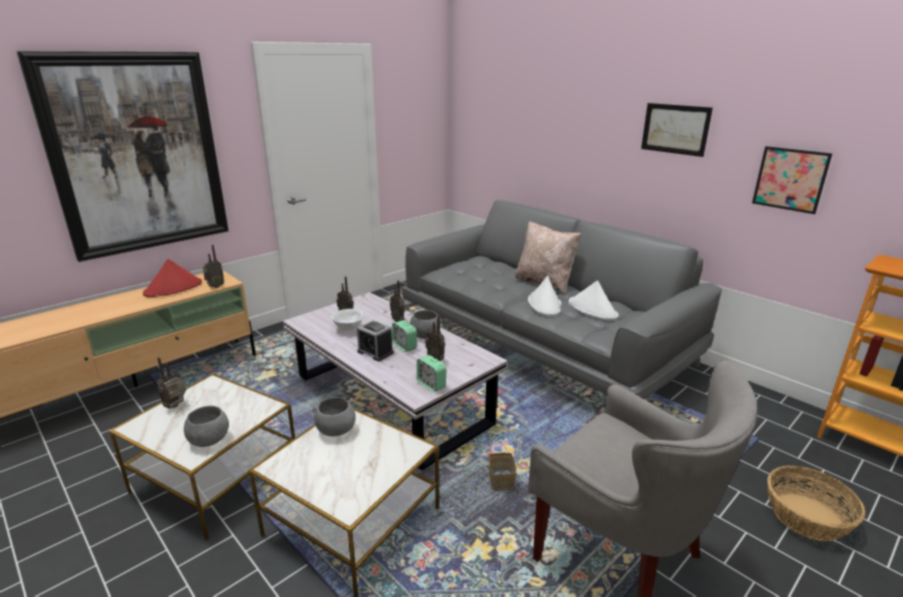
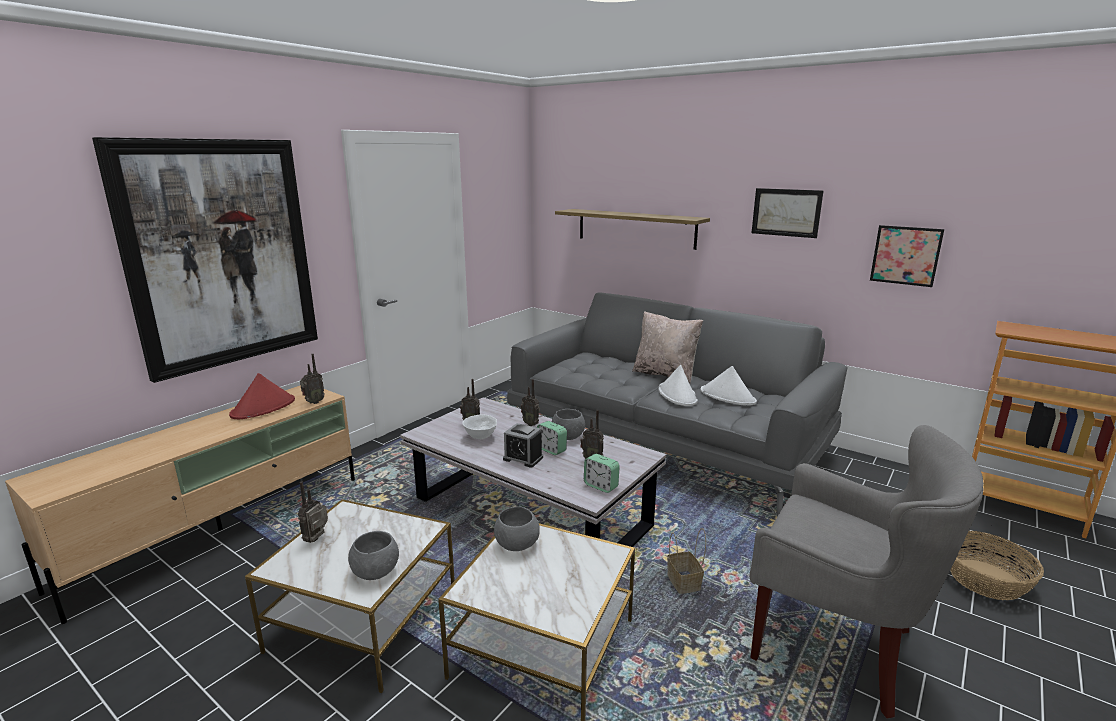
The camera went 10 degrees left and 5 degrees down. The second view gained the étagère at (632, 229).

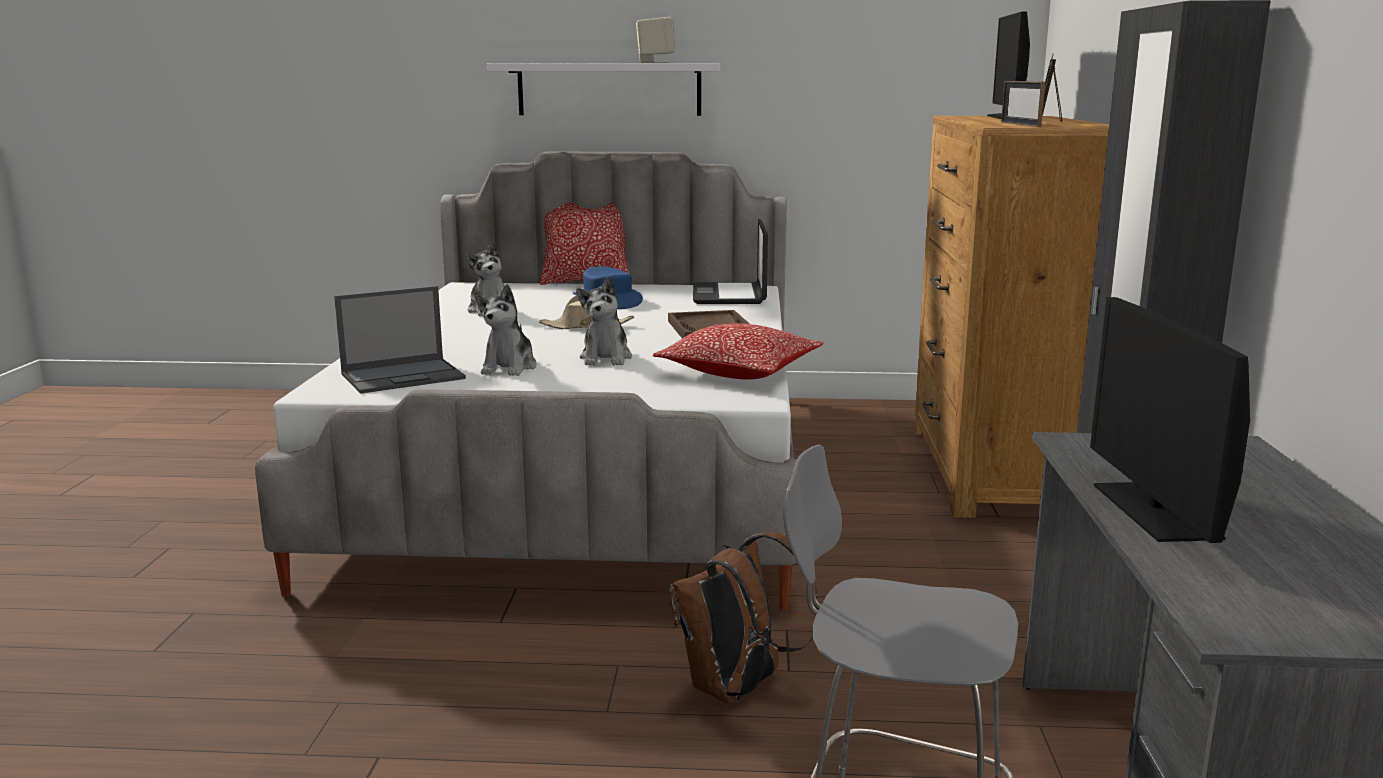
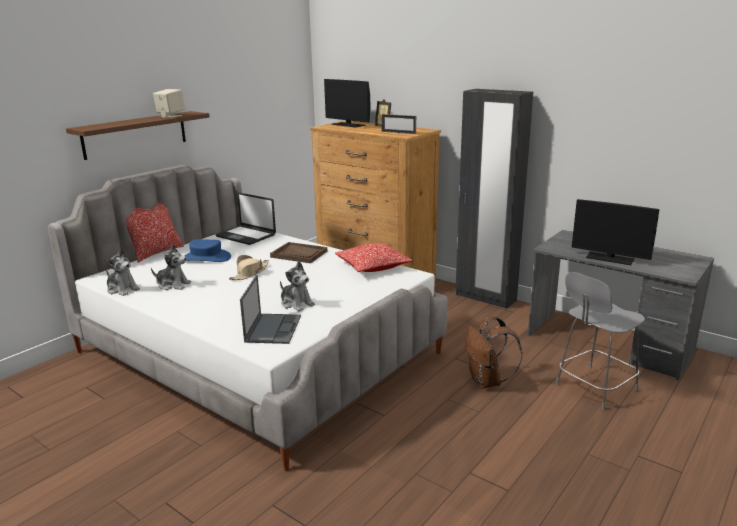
The camera went 55 degrees left and 5 degrees up. The peluche ended up elsewhere, having gone from (604, 321) to (123, 272). What was the étagère (blanc) at (603, 89) turned into the étagère (marron) at (138, 135).

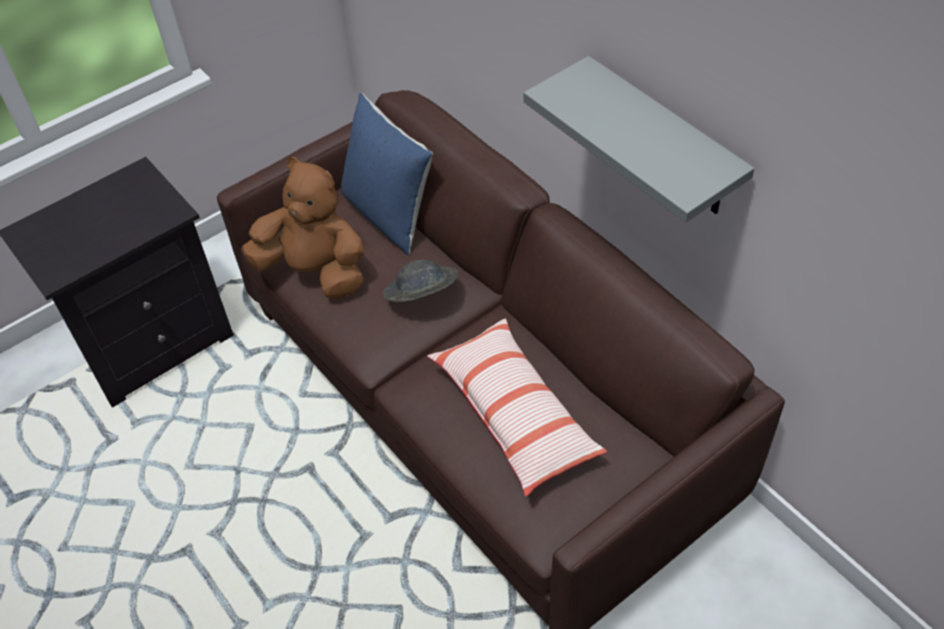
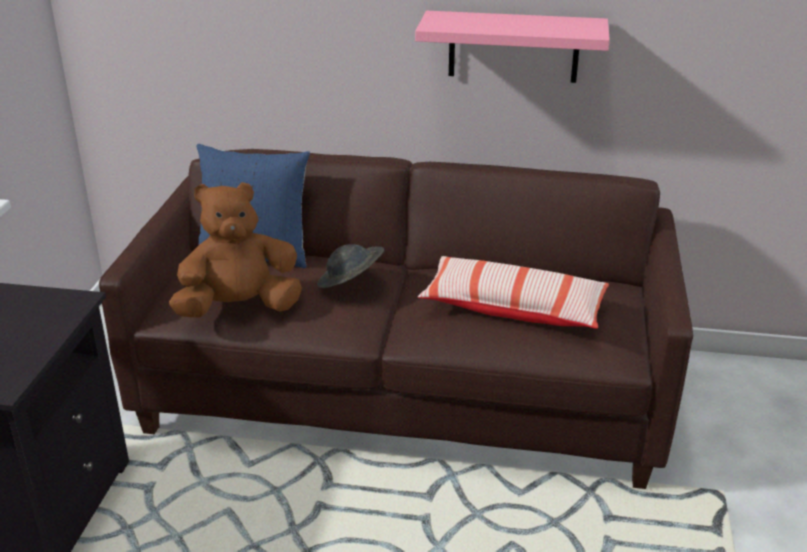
The camera went 45 degrees left and 20 degrees down. What was the étagère (gris) at (639, 139) turned into the étagère (rose) at (512, 47).

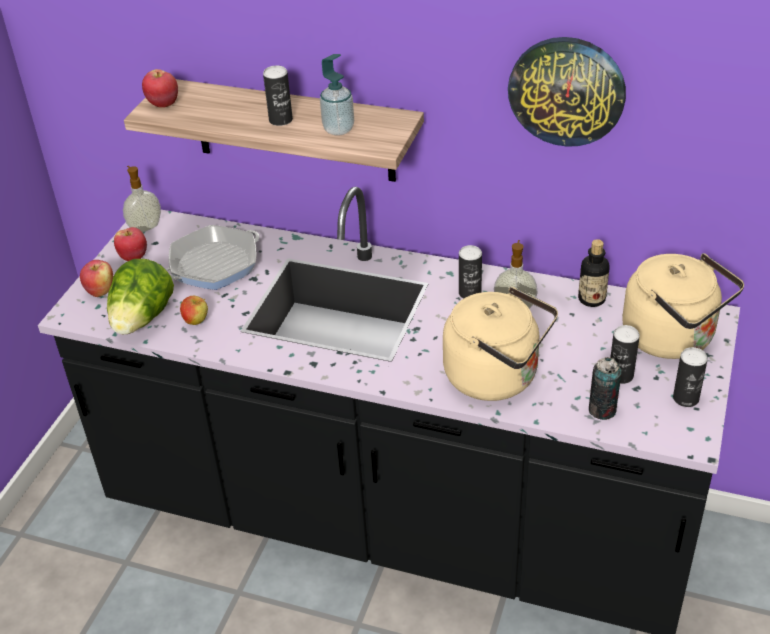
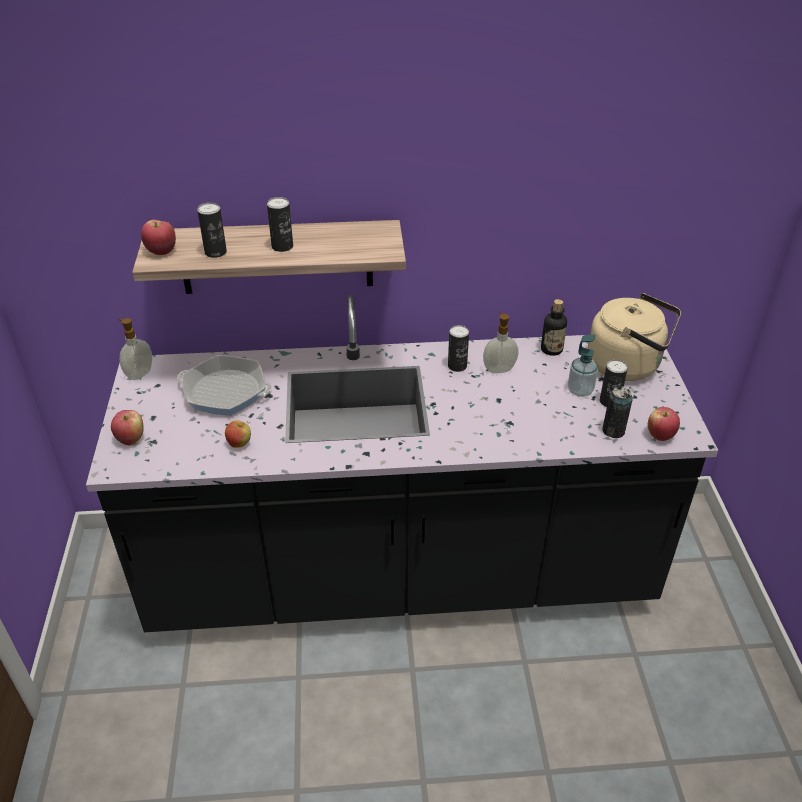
The camera went 25 degrees left and 0 degrees up. The second view lost the laitue at (140, 296). The second view lost the bouilloire (beige) at (500, 344). The second view lost the horloge murale at (567, 92). The pomme ended up elsewhere, having gone from (130, 244) to (664, 424). The distributeur de savon ended up elsewhere, having gone from (337, 95) to (583, 366). The boîte métallique ended up elsewhere, having gone from (690, 377) to (212, 230). The poêle at (213, 257) ended up facing another way, 105 degrees counterclockwise from before.

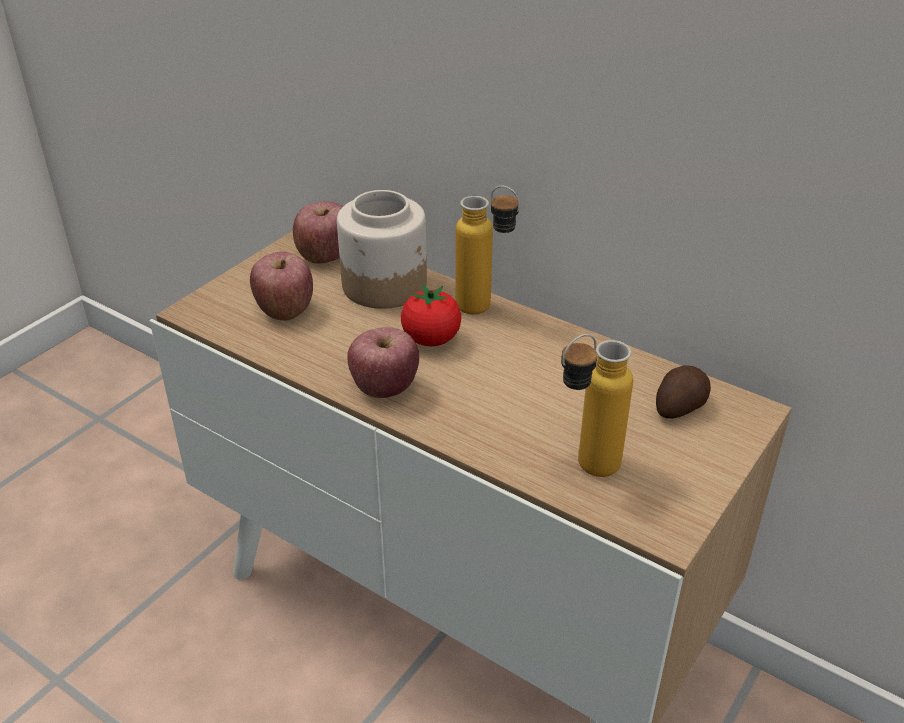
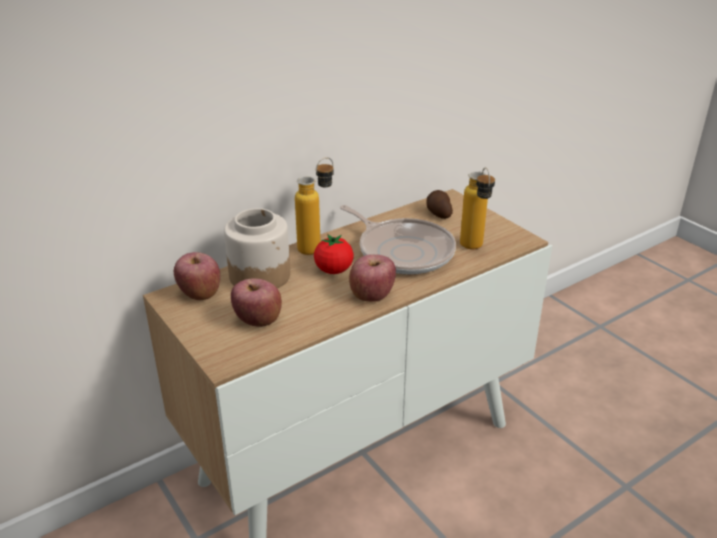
The camera went 70 degrees left and 5 degrees down. The second view gained the poêle at (398, 239).

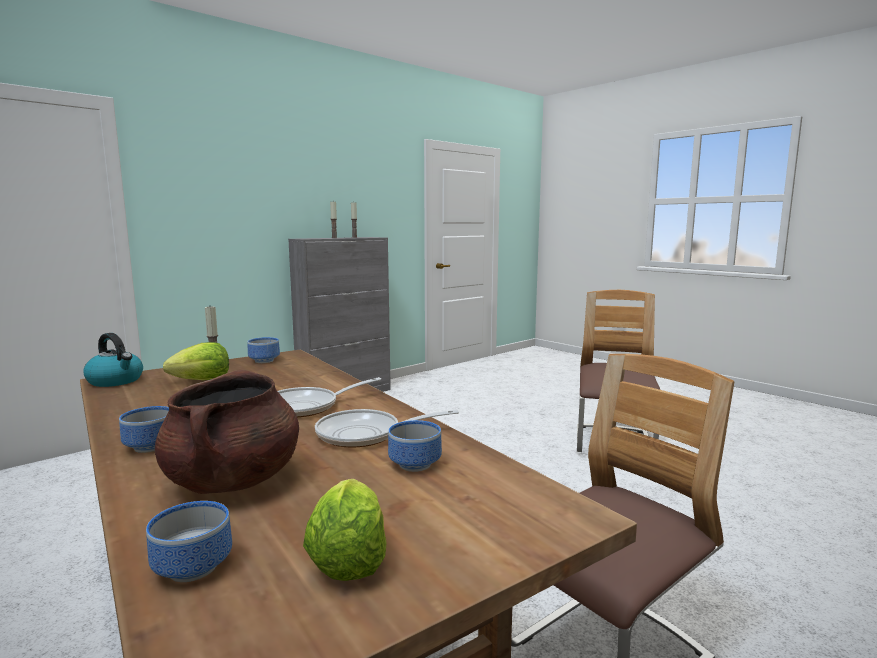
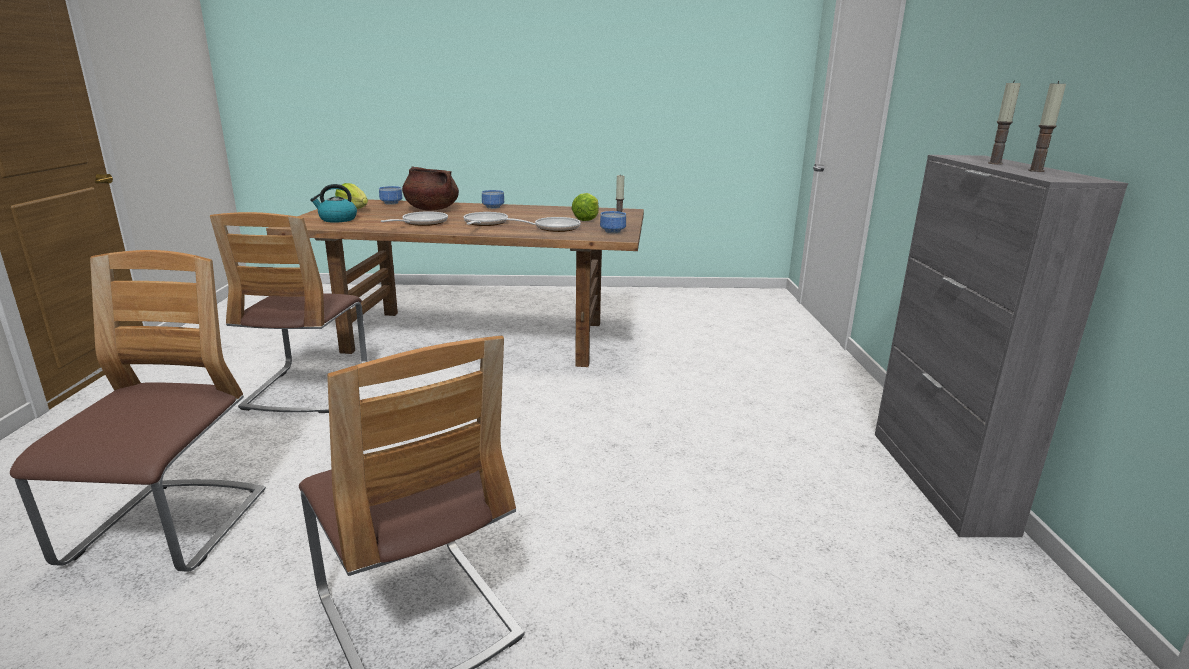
The camera went 130 degrees right and 10 degrees up. The second view lost the bol at (415, 446). The second view gained the chaise at (138, 411). The second view gained the poêle at (541, 224). The bouilloire ended up elsewhere, having gone from (113, 360) to (333, 203).

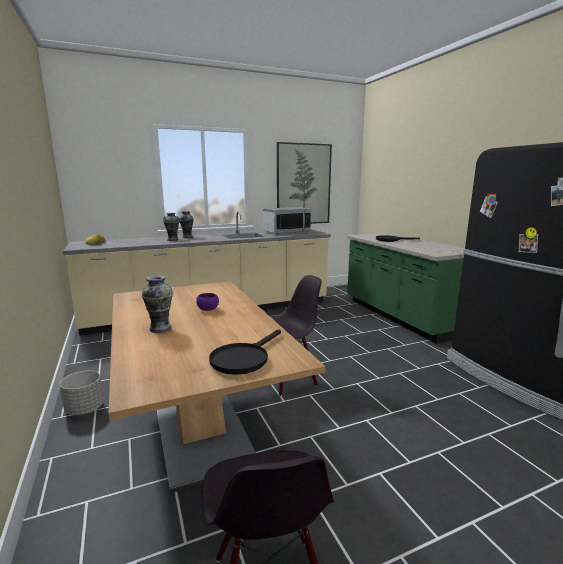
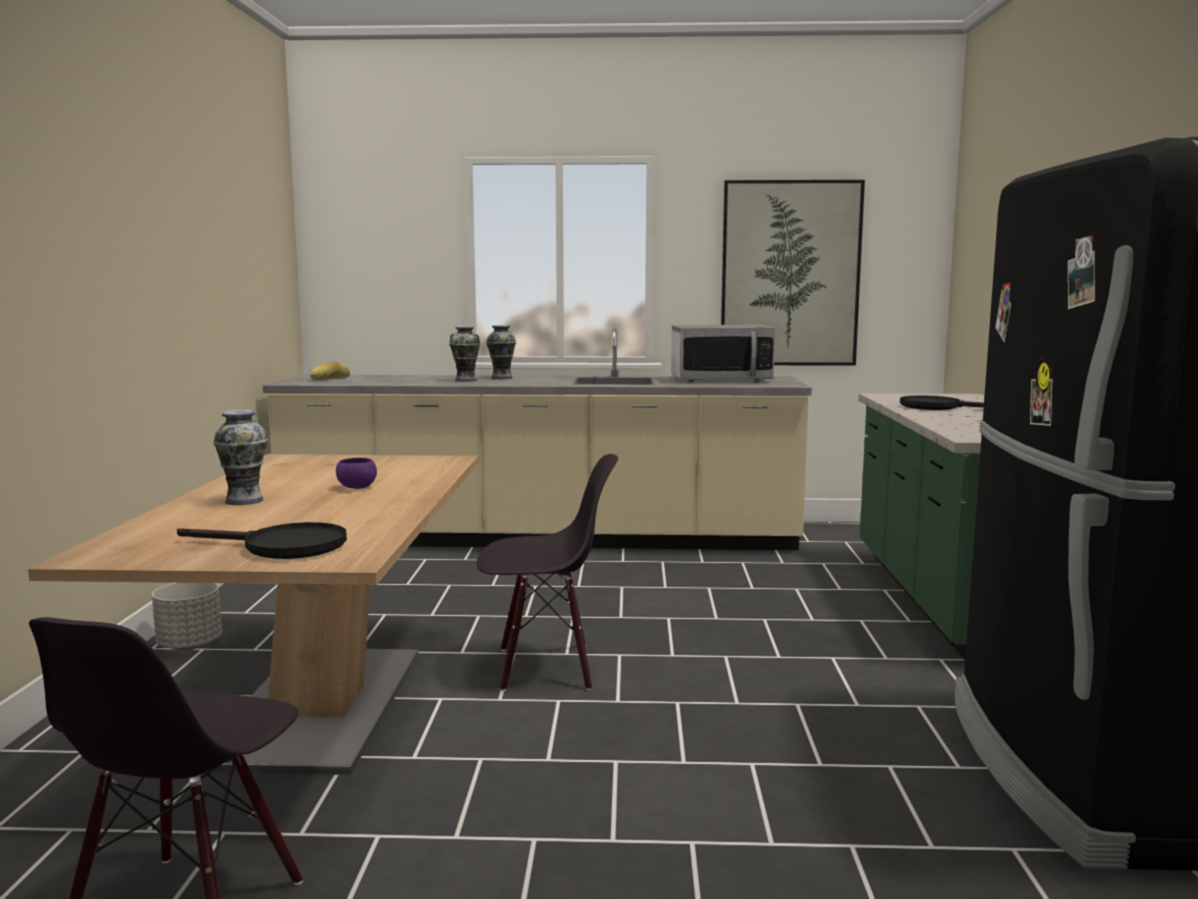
The camera went 25 degrees right and 5 degrees down. The poêle (noir) at (245, 352) ended up facing another way, 135 degrees counterclockwise from before.

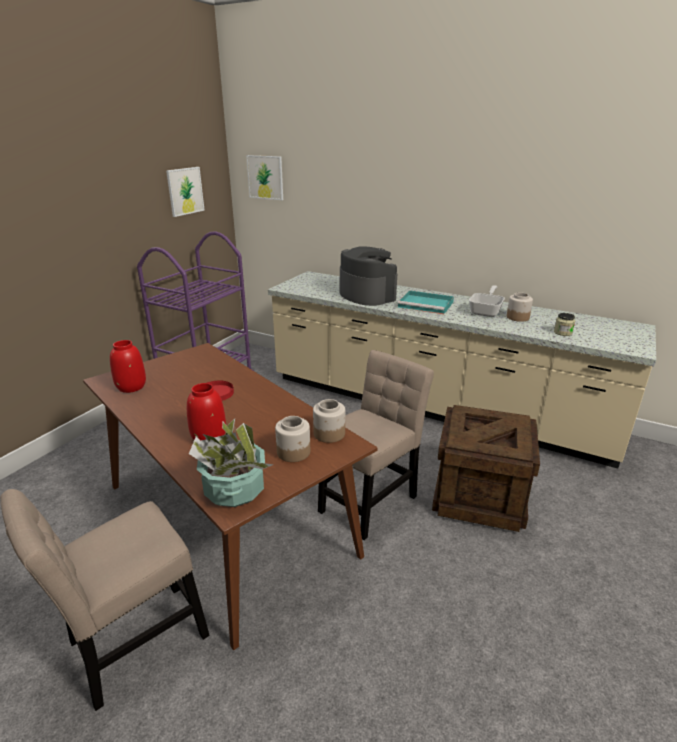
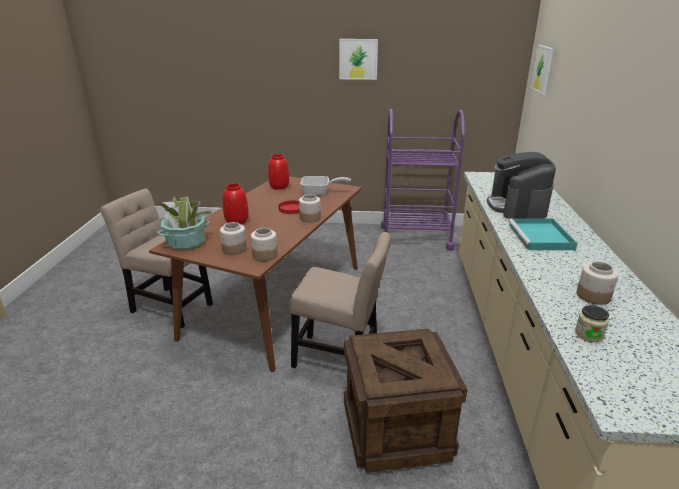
The camera went 65 degrees right and 0 degrees up. The second view gained the bocal at (310, 208). The tableau ended up elsewhere, having gone from (185, 192) to (358, 59). The poêle ended up elsewhere, having gone from (487, 301) to (325, 186). The machine à café at (368, 276) ended up facing another way, 150 degrees clockwise from before.

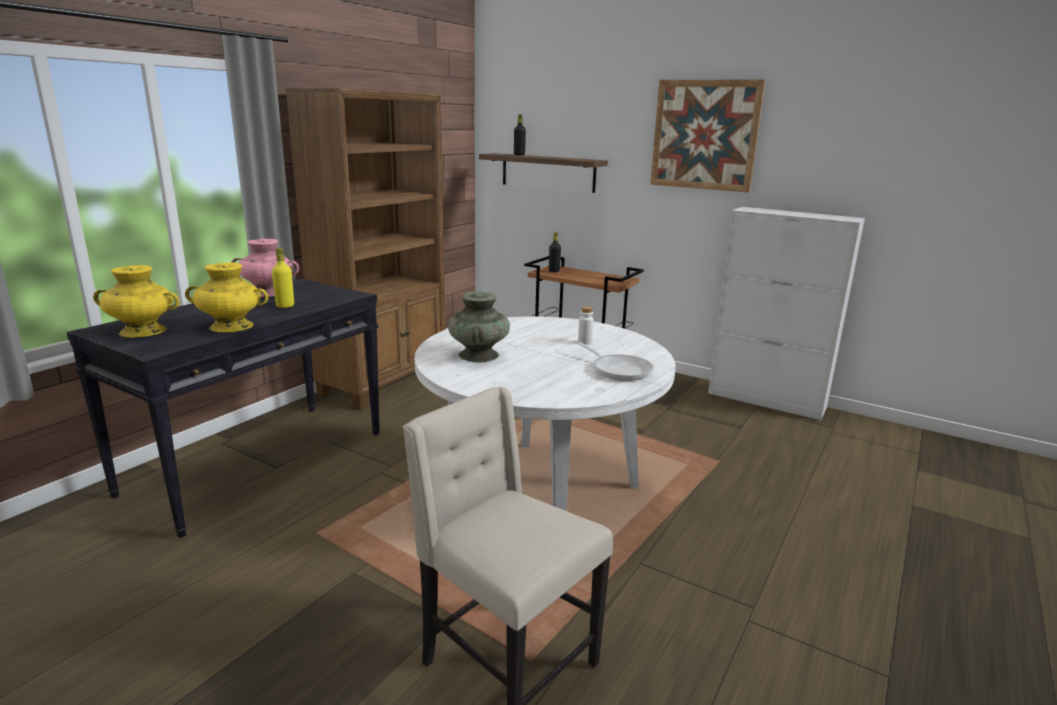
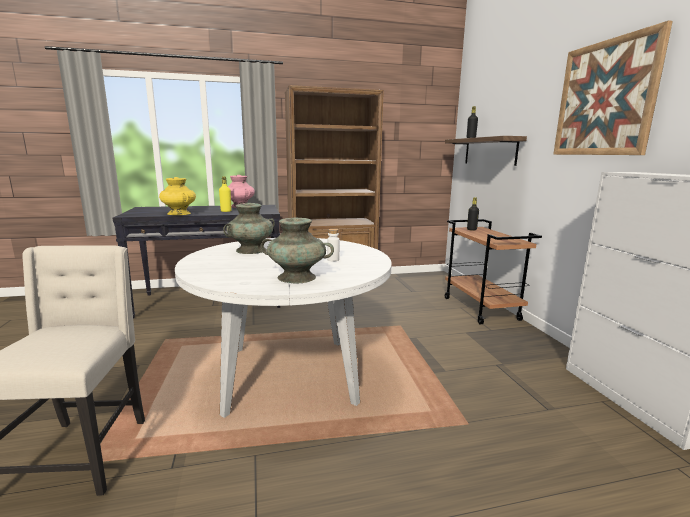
The camera went 45 degrees right and 5 degrees down. The second view lost the vase (jaune) at (136, 301). Where the poêle stood at (613, 360), the vase (turquoise) came to stand at (297, 250).

